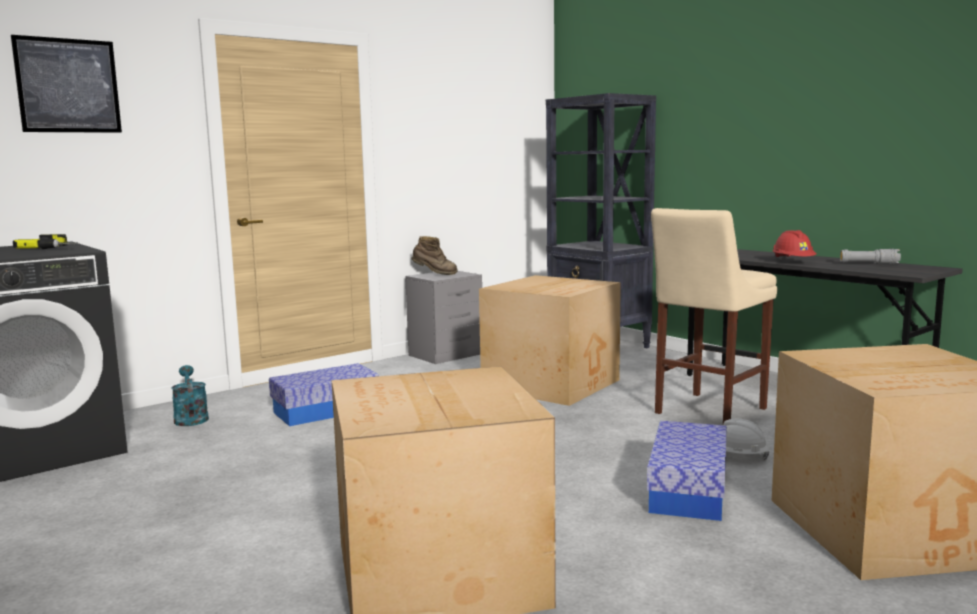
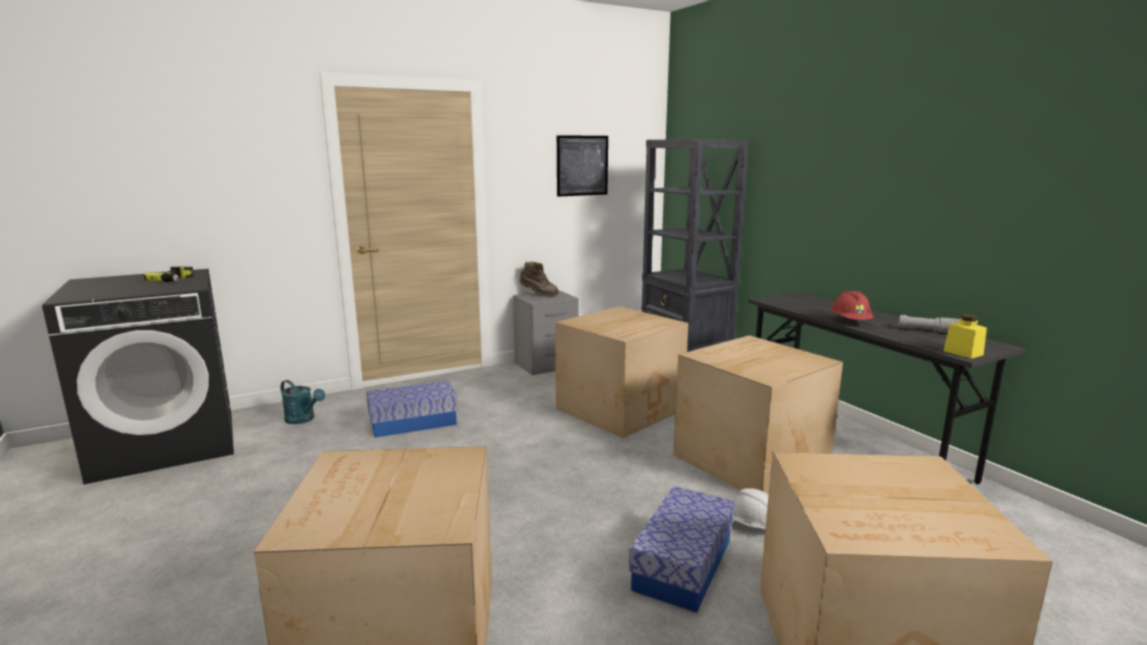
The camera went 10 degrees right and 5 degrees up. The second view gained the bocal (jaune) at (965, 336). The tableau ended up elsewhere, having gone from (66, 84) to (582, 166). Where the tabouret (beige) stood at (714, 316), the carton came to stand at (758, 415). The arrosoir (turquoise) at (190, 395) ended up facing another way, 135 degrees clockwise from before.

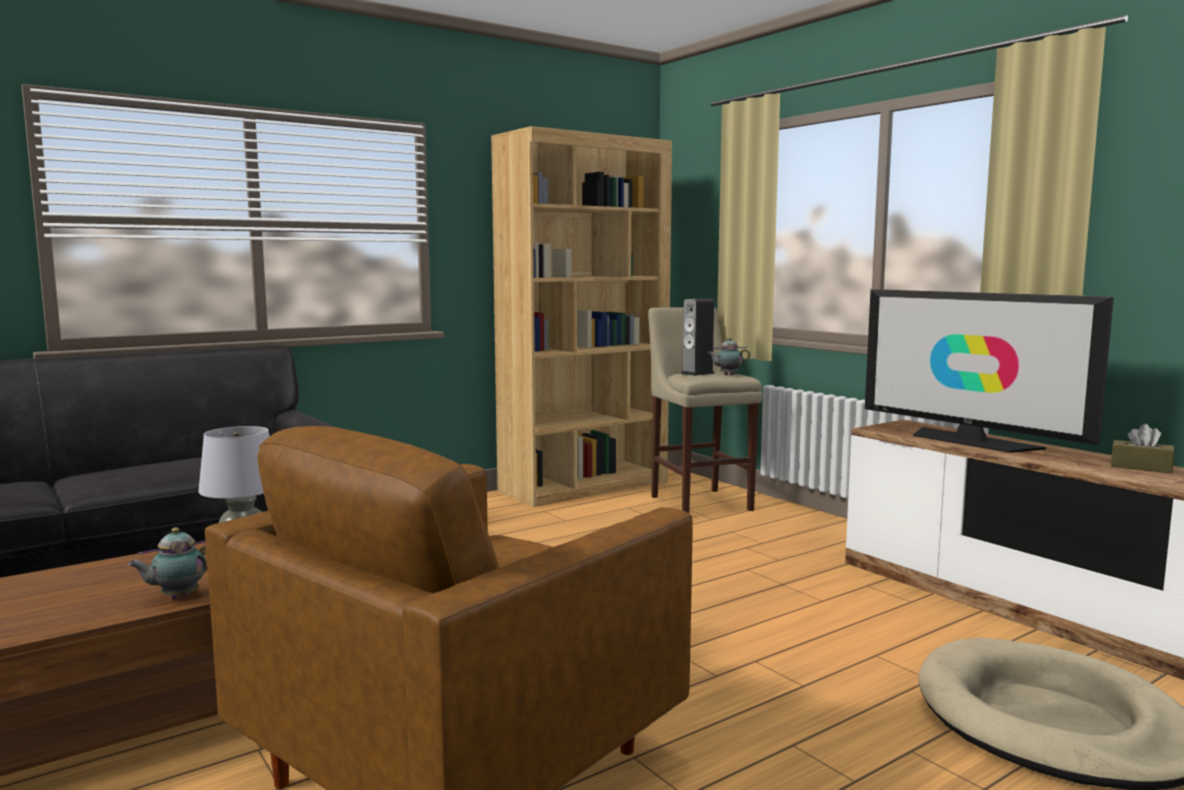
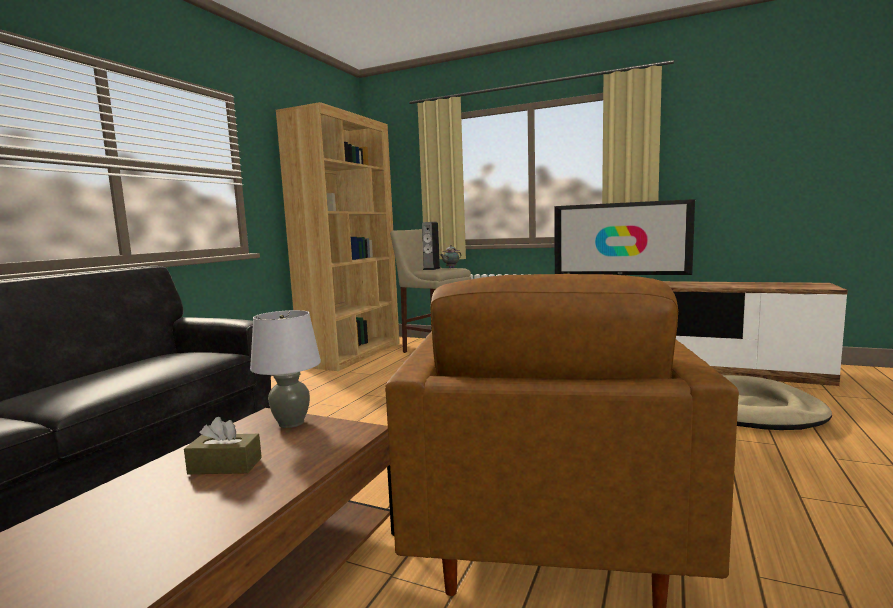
The camera went 30 degrees left and 0 degrees up. The second view lost the théière at (168, 563). The boîte à mouchoirs (marron) ended up elsewhere, having gone from (1143, 448) to (223, 445).

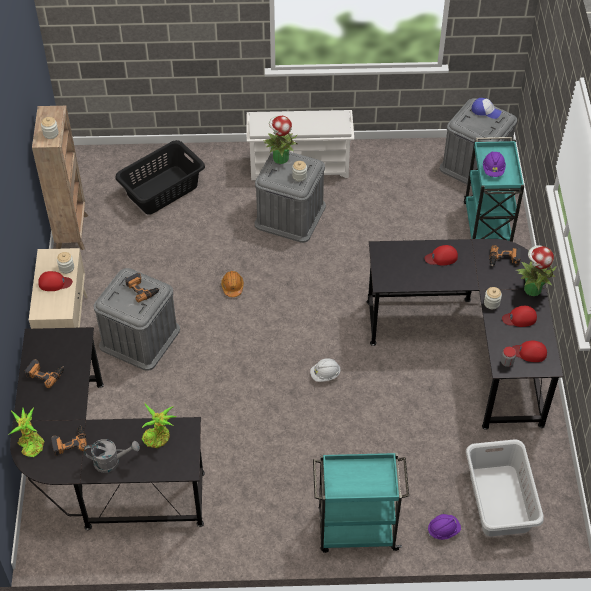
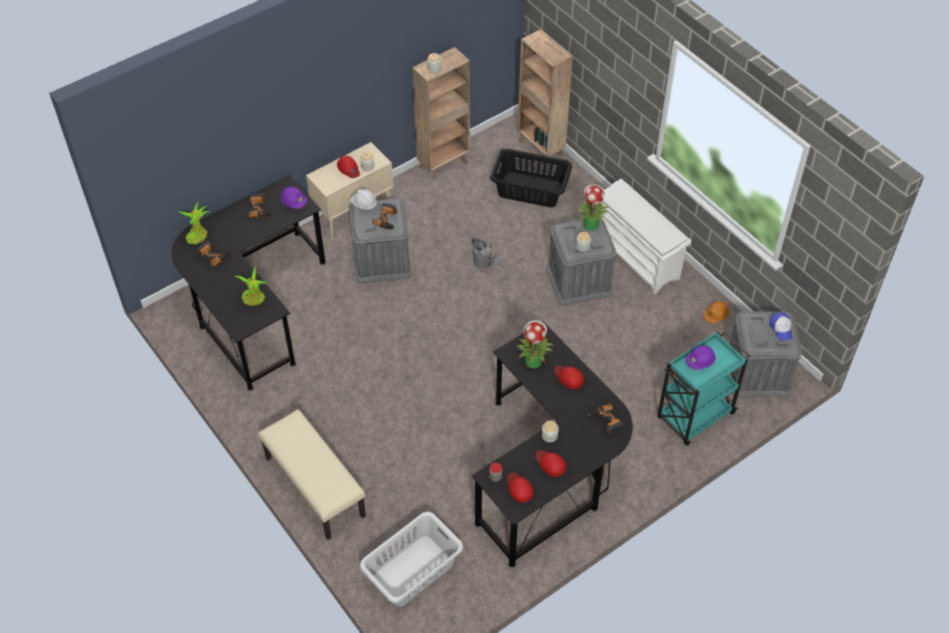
The camera went 55 degrees right and 0 degrees up. The second view gained the bibliothèque (marron) at (545, 96). The arrosoir (gris) ended up elsewhere, having gone from (112, 456) to (486, 252). The casque de chantier (orange) ended up elsewhere, having gone from (232, 284) to (716, 312). The casque de chantier (blanc) ended up elsewhere, having gone from (325, 370) to (363, 199). The casque de chantier (violet) ended up elsewhere, having gone from (444, 527) to (293, 198). The plante en pot ended up elsewhere, having gone from (536, 271) to (535, 344). Where the chariot (turquoise) stood at (361, 503), the banc (beige) came to stand at (312, 474).

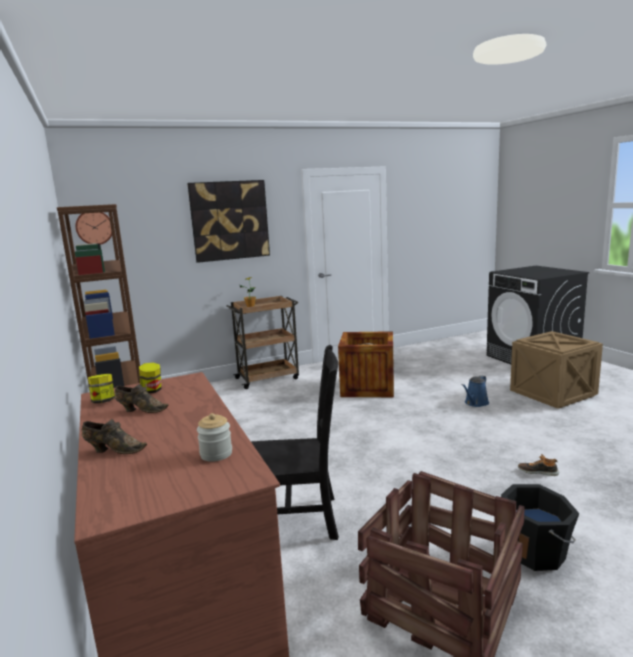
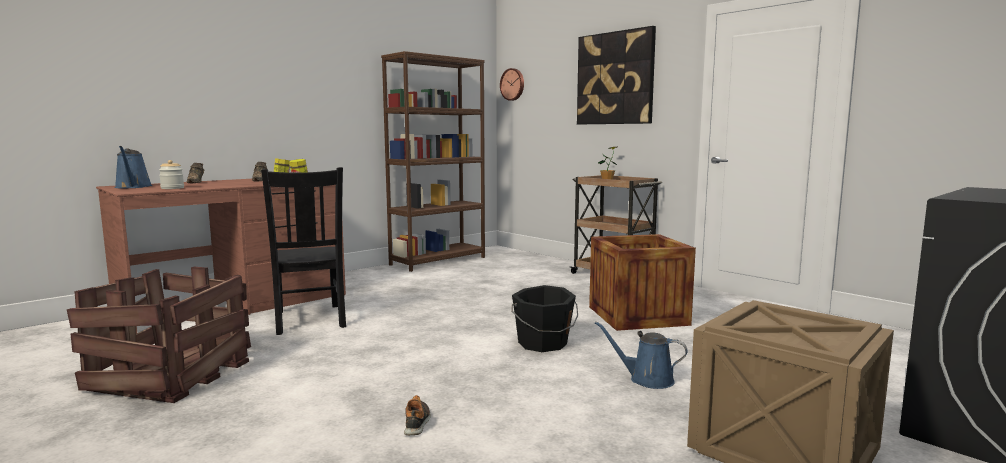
The camera went 70 degrees right and 5 degrees down. The second view gained the arrosoir (bleu) at (133, 167). The seau (noir) ended up elsewhere, having gone from (540, 527) to (544, 318).

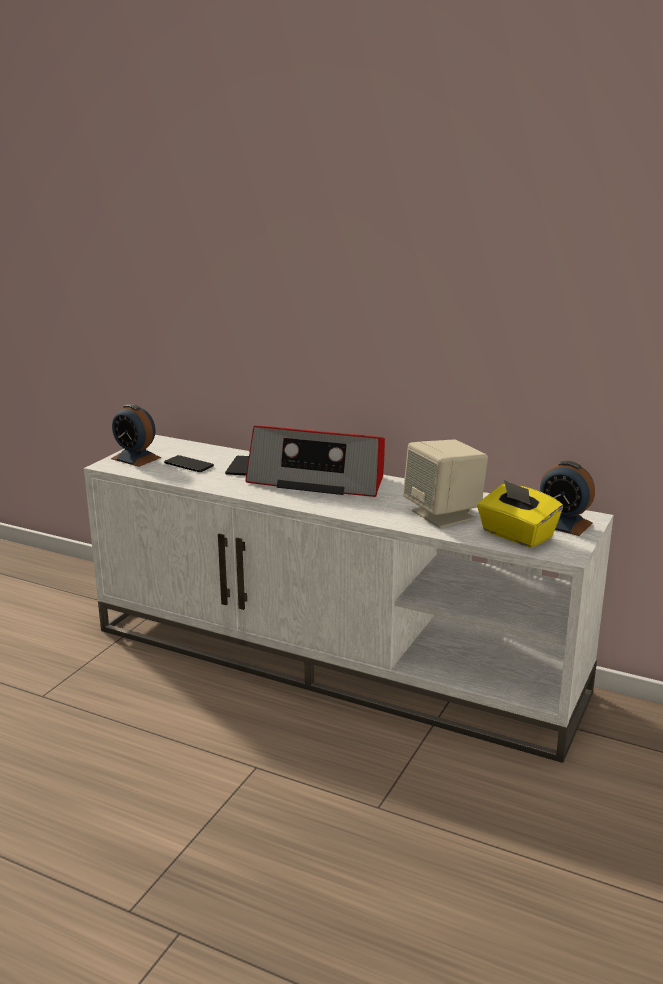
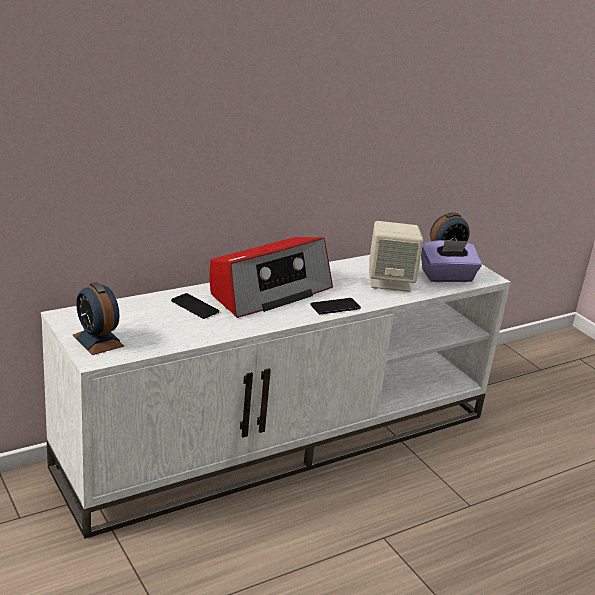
The camera went 60 degrees left and 5 degrees up. The téléphone ended up elsewhere, having gone from (189, 463) to (335, 306). What was the boîte à mouchoirs (jaune) at (520, 514) turned into the boîte à mouchoirs (violet) at (451, 261). The réveil at (136, 435) ended up facing another way, 75 degrees clockwise from before.

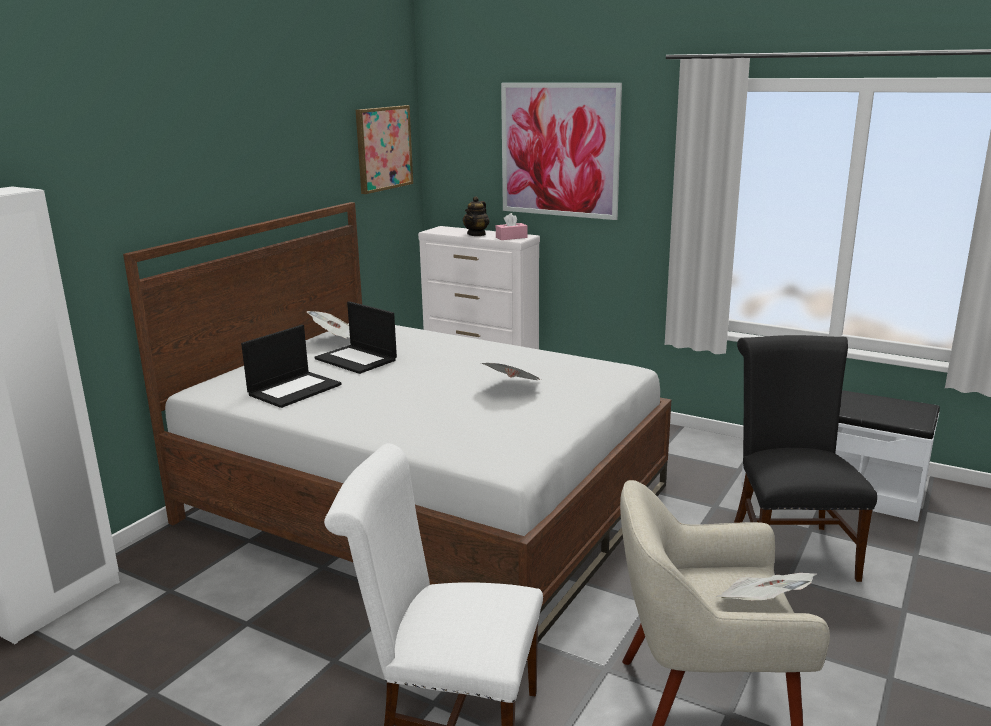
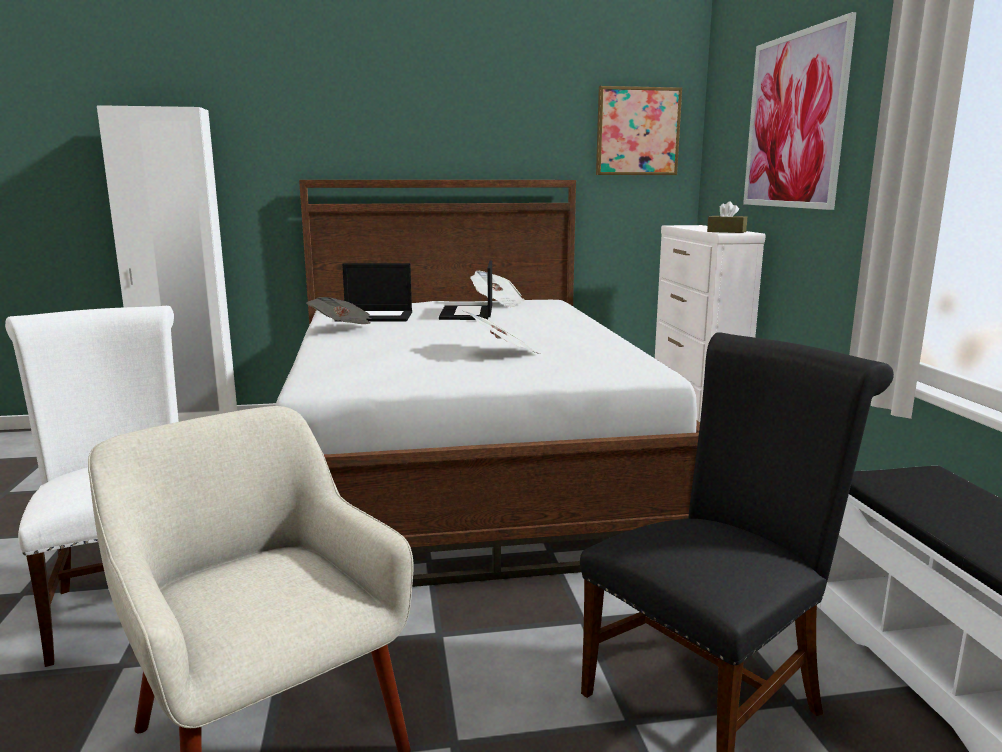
The camera went 50 degrees right and 5 degrees down. The second view lost the théière at (476, 216). The journal ended up elsewhere, having gone from (766, 587) to (339, 310). What was the boîte à mouchoirs (rose) at (512, 226) turned into the boîte à mouchoirs (marron) at (727, 217).

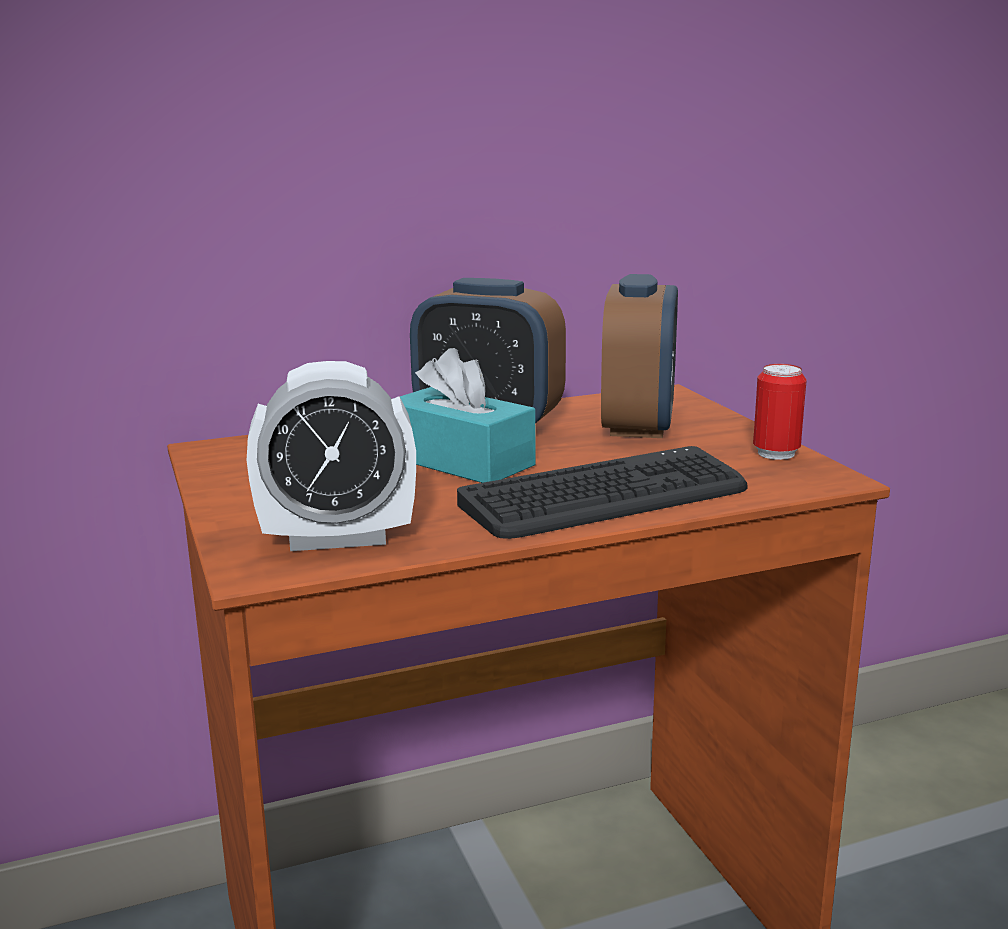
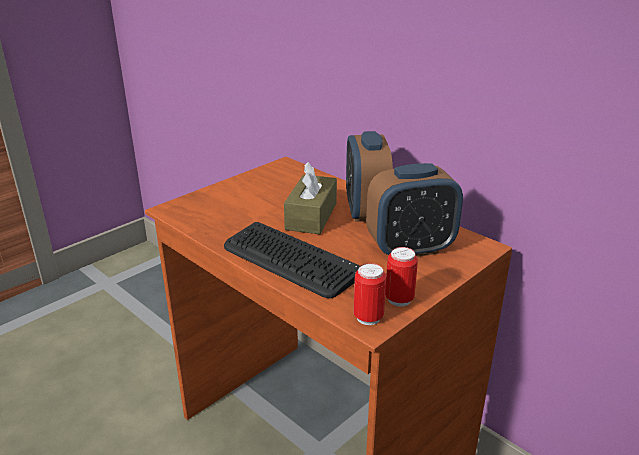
The camera went 65 degrees right and 10 degrees up. The second view lost the réveil at (331, 456). The second view gained the boîte métallique at (370, 294). What was the boîte à mouchoirs (turquoise) at (464, 415) turned into the boîte à mouchoirs (marron) at (310, 198).

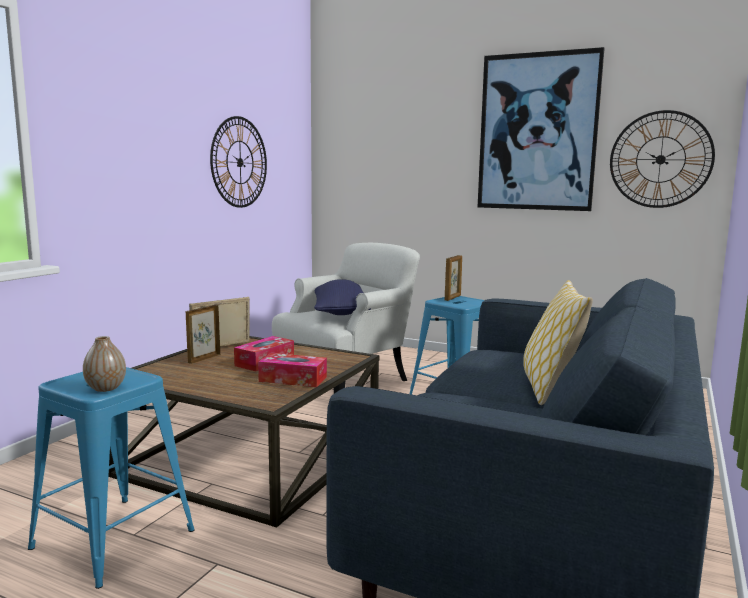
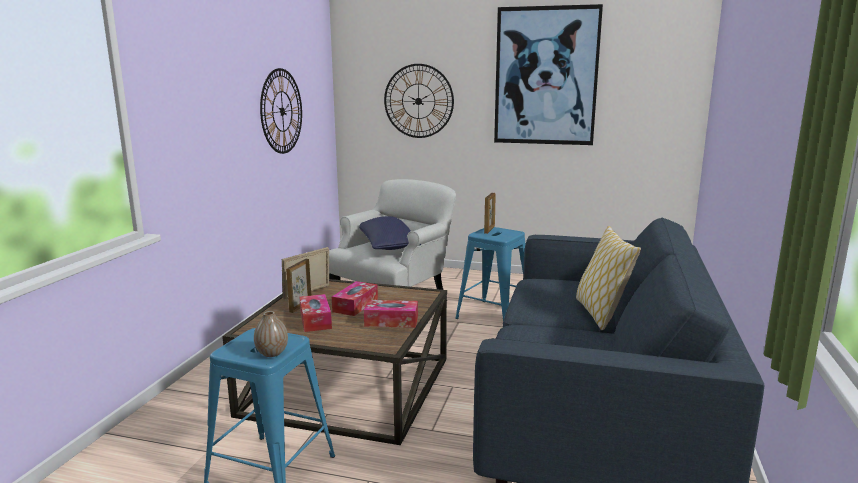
The camera went 10 degrees left and 5 degrees up. The second view gained the boîte à mouchoirs at (315, 313). The horloge murale ended up elsewhere, having gone from (662, 159) to (419, 101).

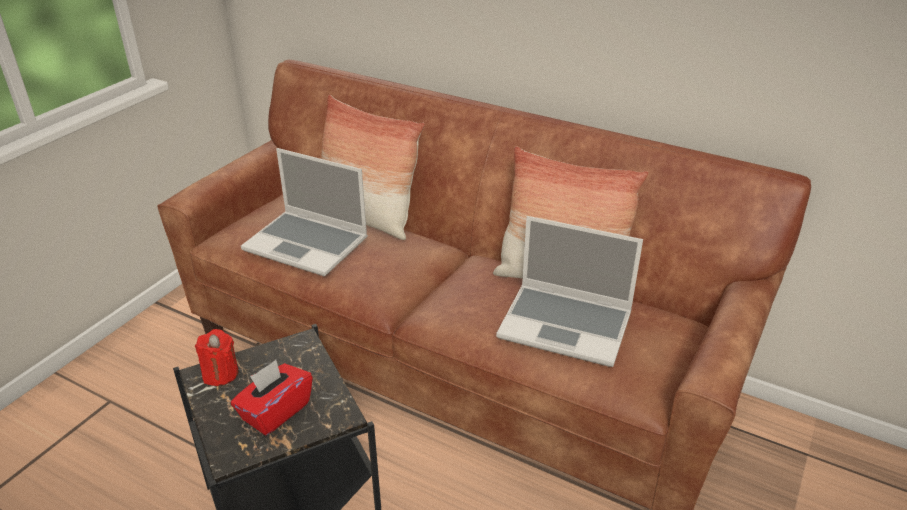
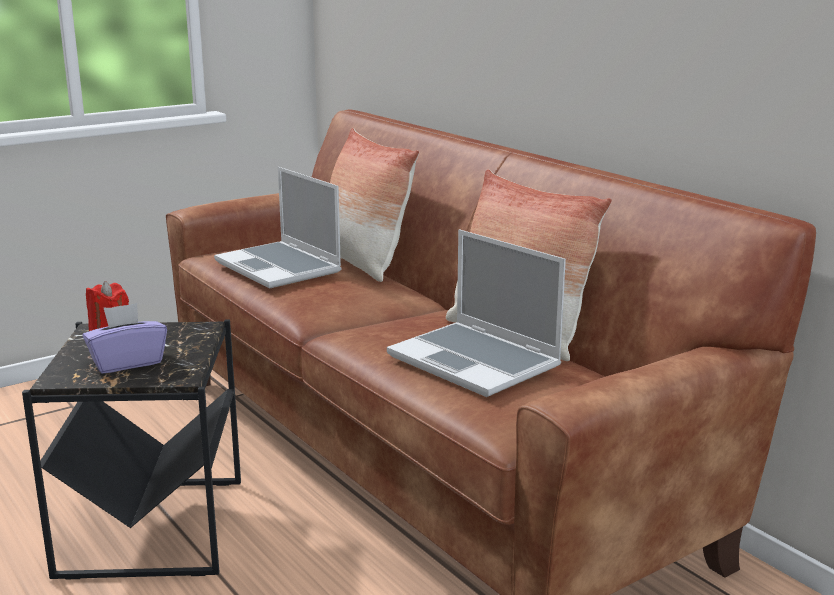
The camera went 25 degrees right and 15 degrees down. What was the boîte à mouchoirs (rouge) at (272, 397) turned into the boîte à mouchoirs (violet) at (125, 338).

